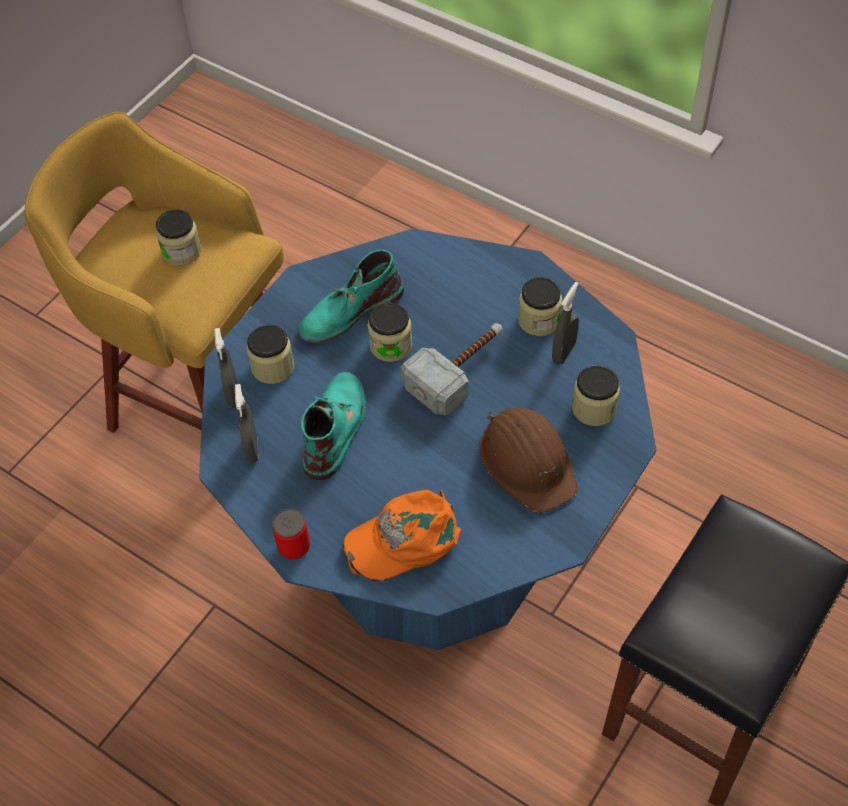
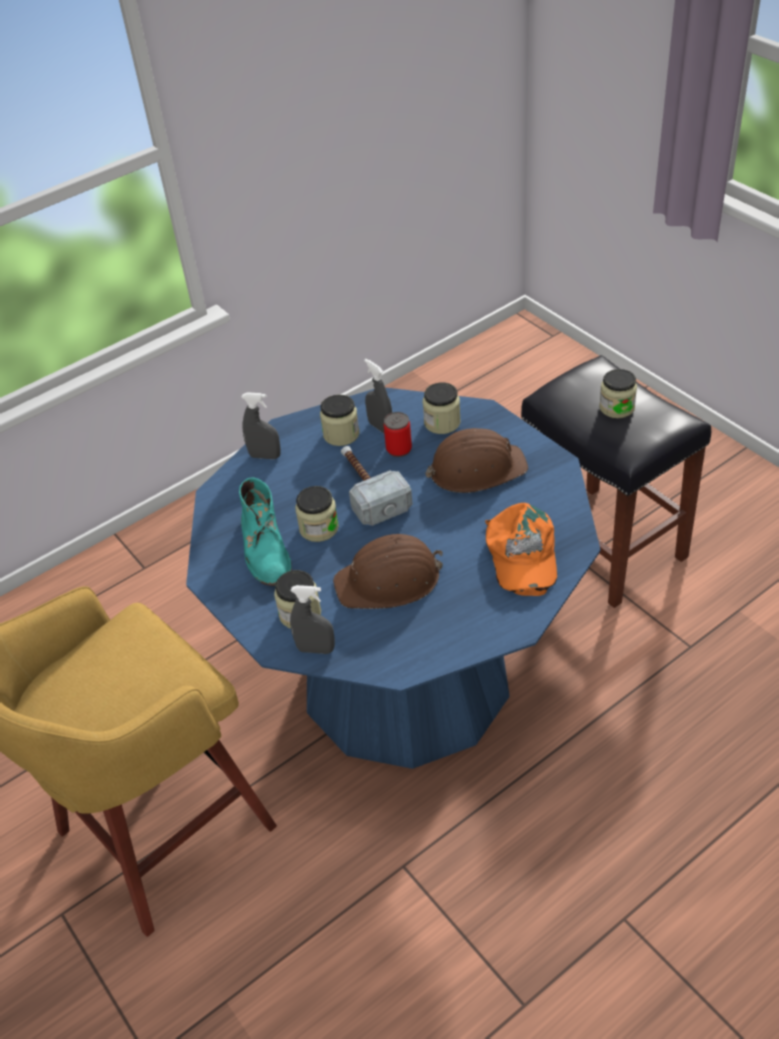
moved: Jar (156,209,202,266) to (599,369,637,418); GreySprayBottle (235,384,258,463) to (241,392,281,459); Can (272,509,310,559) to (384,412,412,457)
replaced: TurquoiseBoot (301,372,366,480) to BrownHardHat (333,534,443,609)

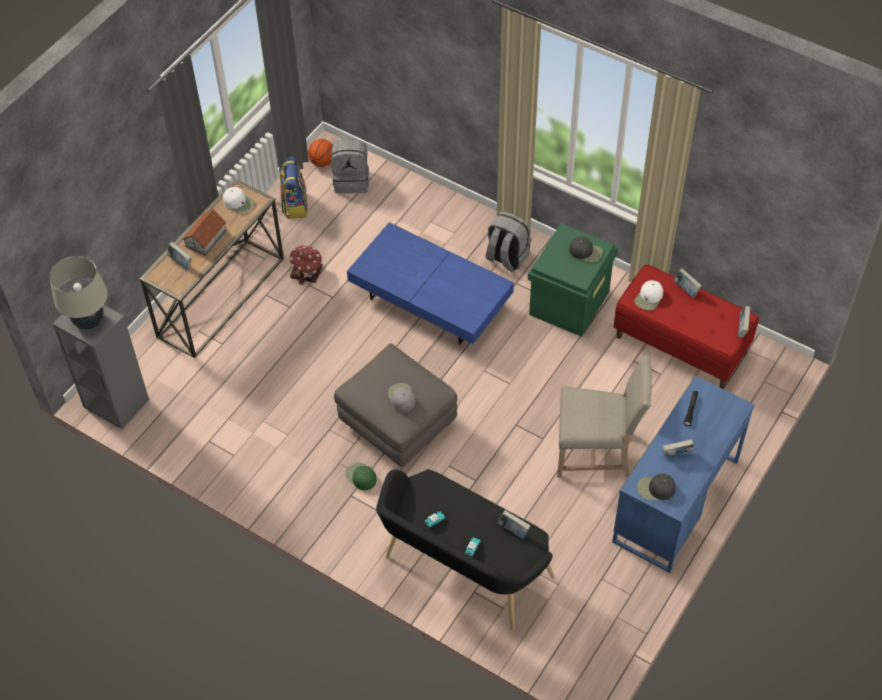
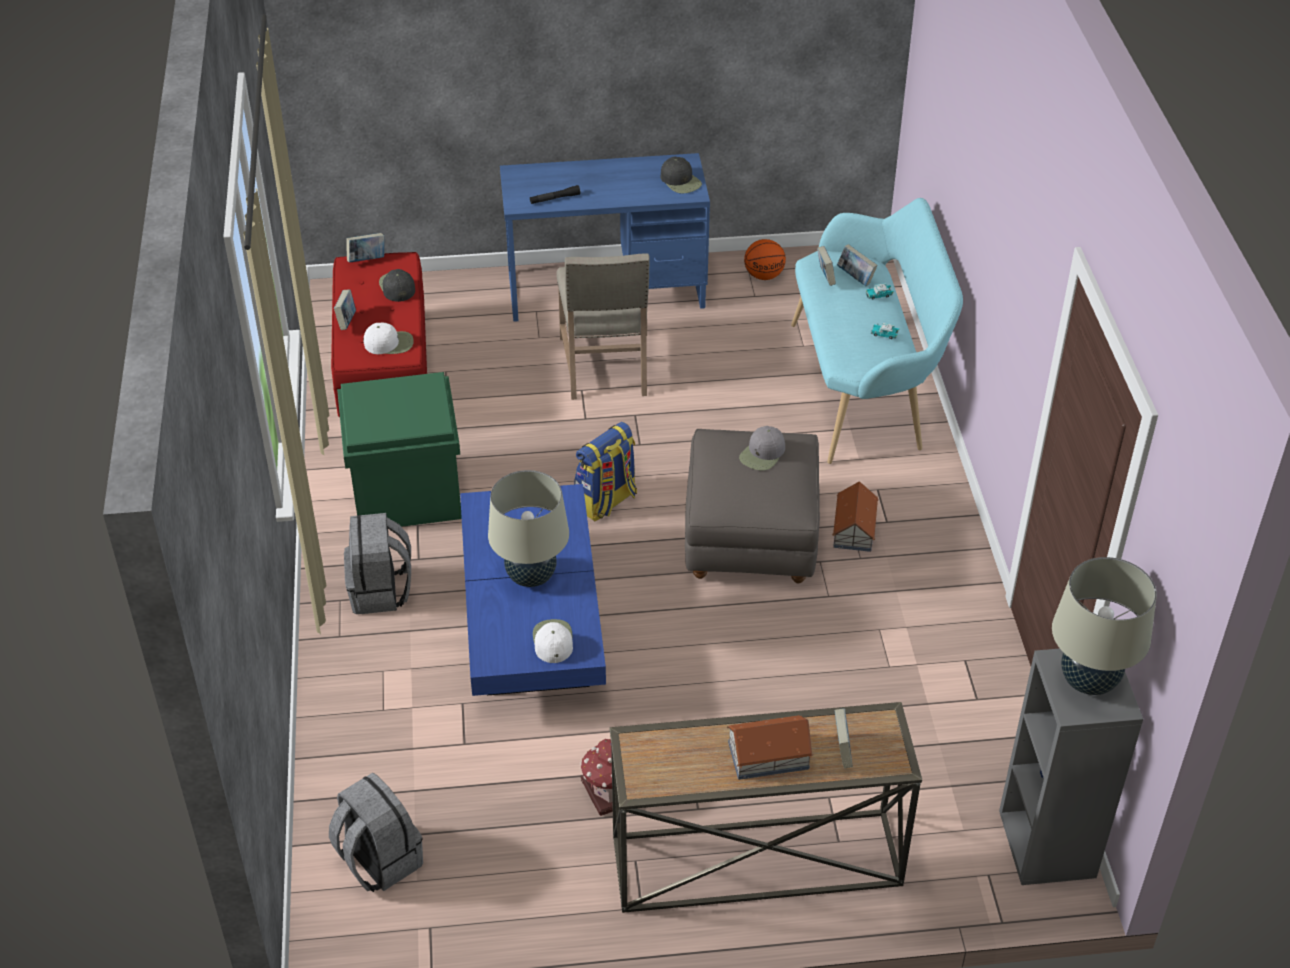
added: BeigeTableLamp (488,470,569,587)
moved: Basketball (308,139,333,167) to (744,239,786,280); Backpack (280,157,308,219) to (574,422,637,522); WhiteCap (223,187,254,214) to (533,619,573,663); BlackCap (570,237,603,263) to (379,269,415,302); Book (663,439,694,457) to (837,244,878,286)
replaced: GreenCap (345,462,376,490) to ToyHouse (832,481,879,552)
recoloured: BlackBench (376,469,555,630) to TurquoiseBench (791,198,963,464)
turned: BeigeChair (557,355,652,478) = (556,253,650,400) 150 degrees counterclockwise

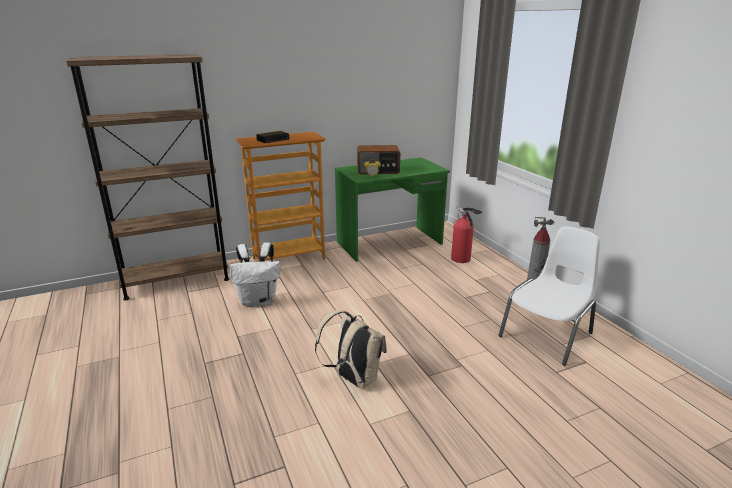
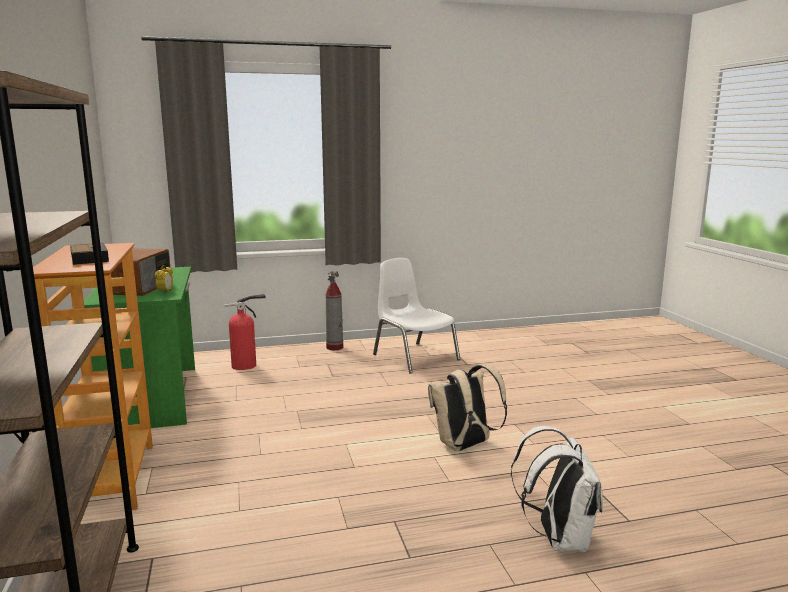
moved: WhiteBackpack (229,242,280,307) to (511,426,603,552)

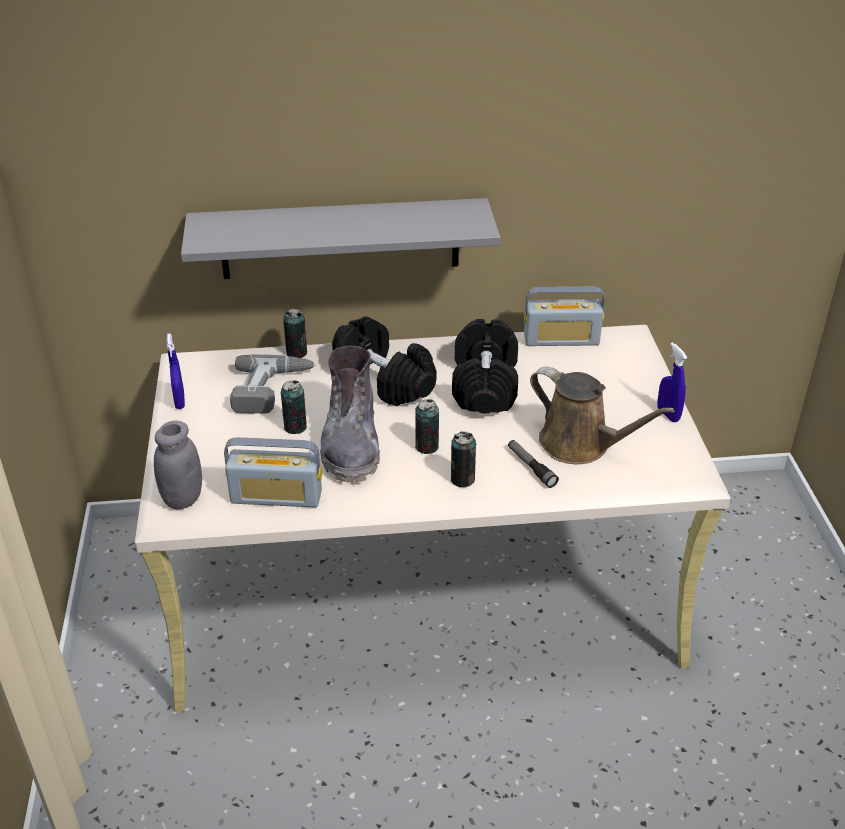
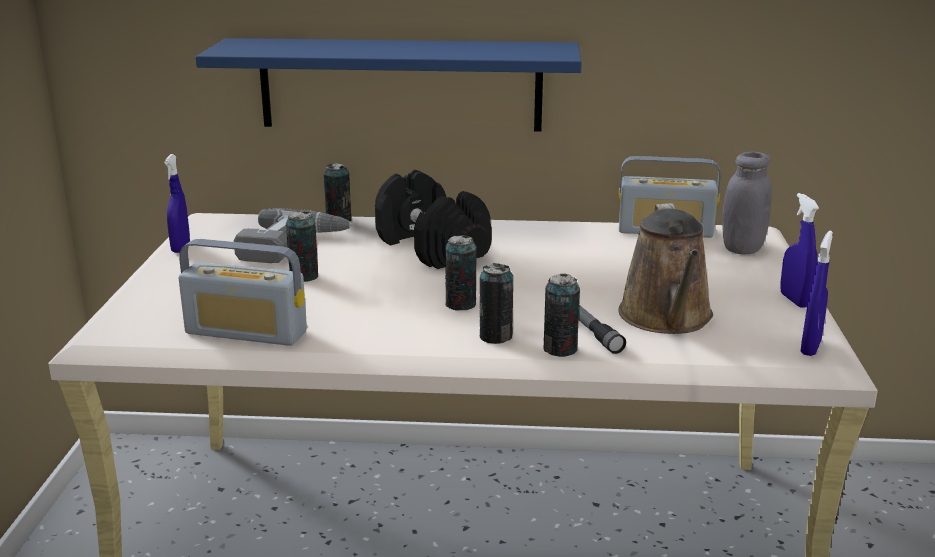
removed: BlackDumbbell (452,319,518,414); GreyBoot (320,346,380,483)
added: BlueSprayBottle (800,230,833,356); Can (543,274,580,357)
moved: GreyJar (154,421,202,509) to (722,152,772,254)
recoloured: GreyShelf (181,198,501,279) to BlueShelf (196,38,582,132)
turned: BrownWateringCan (530,367,675,464) = (618,203,713,334) 45 degrees clockwise

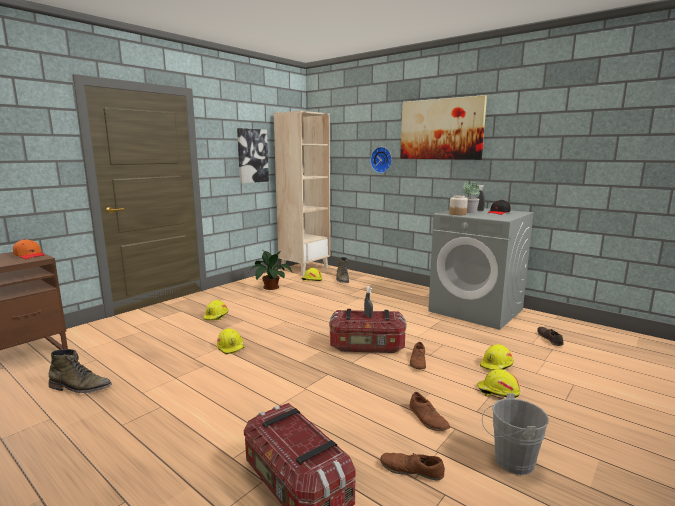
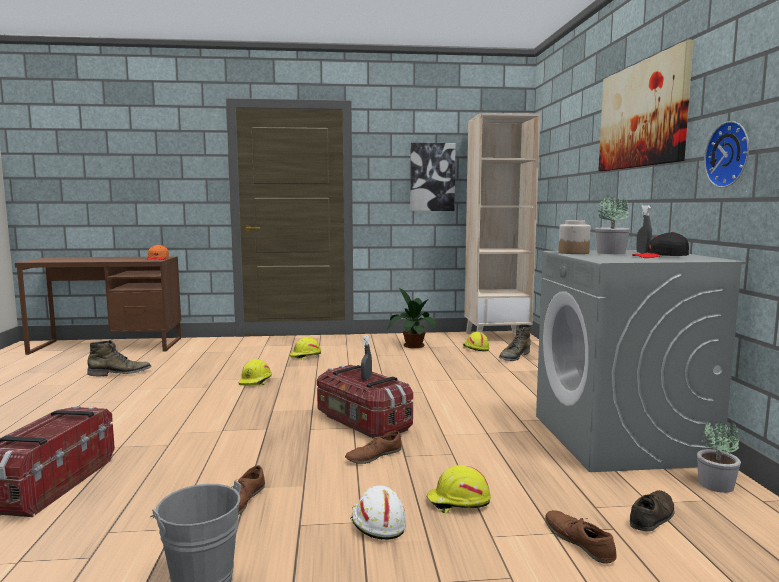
added: PottedPlant (697,421,741,493)
moved: WallClock (370,147,392,173) to (704,121,749,188); BrownShoe (380,453,445,480) to (545,510,617,564)
recoloured: YellowHardHat (477,369,520,398) to WhiteHardHat (350,486,406,540)
turned: GreenBoot (49,349,112,393) = (87,340,152,376) 75 degrees counterclockwise

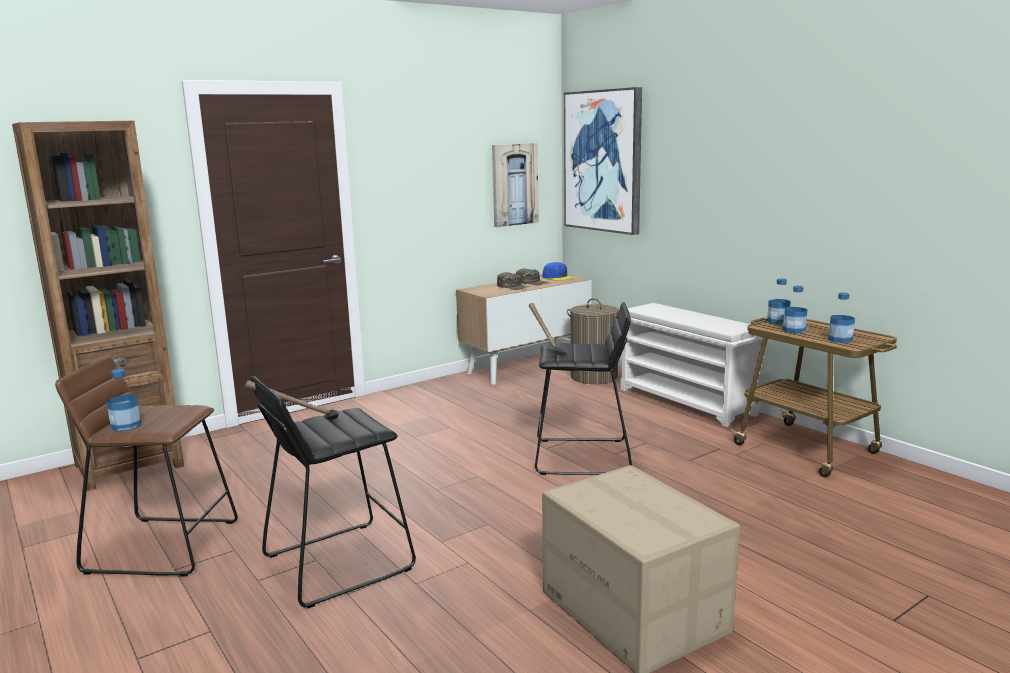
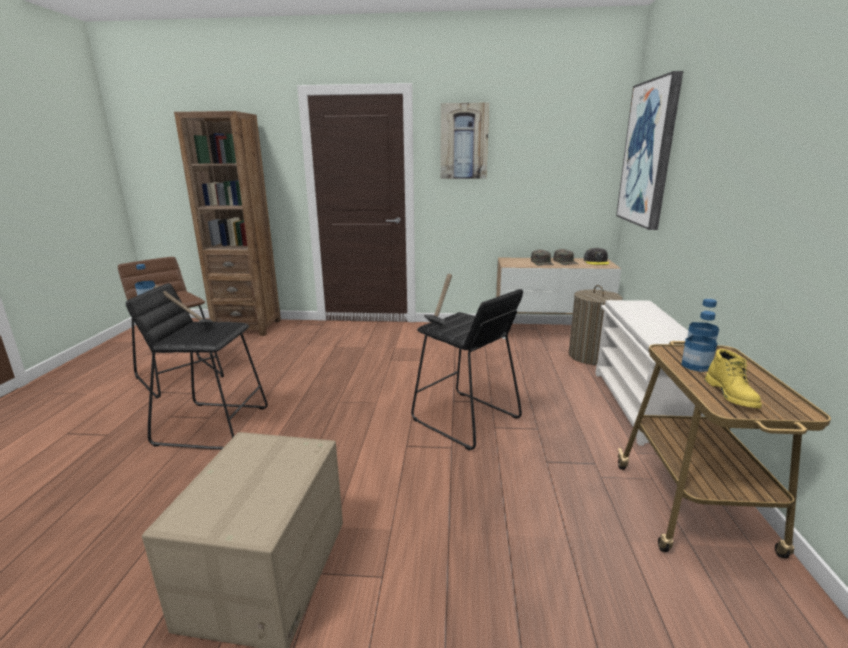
moved: Picture (492,143,539,227) to (440,102,489,179)
replaced: Bottle (828,292,855,343) to YellowBoot (705,349,762,408)
recoloured: BlueCap (542,262,573,280) to GreyCap (584,248,610,265)

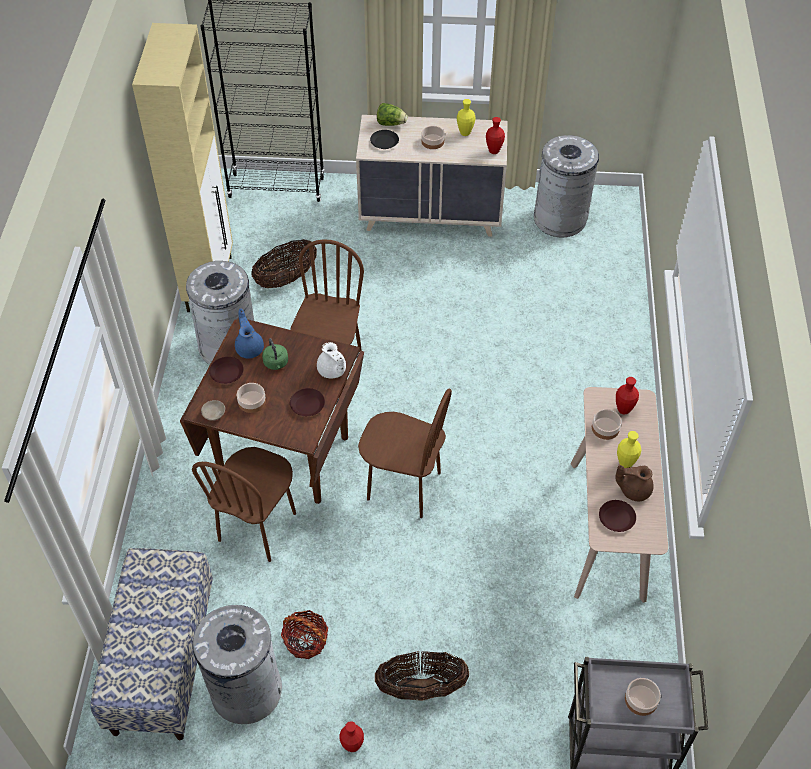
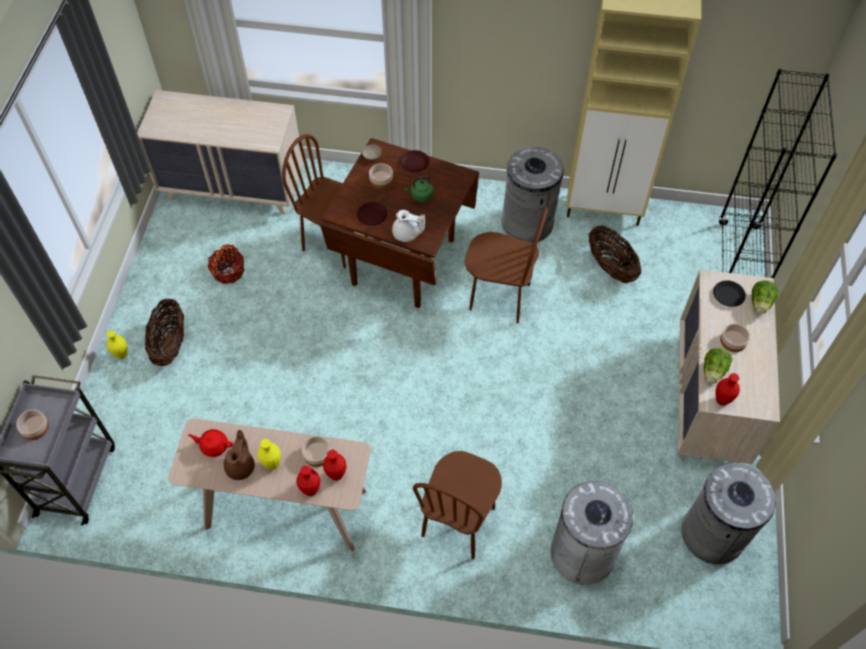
removed: BlueTeapot (235,309,264,359)
added: Lettuce (704,348,732,384)
moved: YellowVase (457,99,476,136) to (107,330,127,359); BrownChair (358,388,452,518) to (413,451,502,559); GreyTrashCan (193,603,282,724) to (551,481,636,585); RedVase (339,721,364,752) to (296,465,320,496)
replaced: BrownPlate (599,500,636,532) to RedTeapot (188,429,233,457); Bench (90,548,213,740) to BeigeDresser (137,90,303,214)
turned: WhiteTeapot (317,342,346,378) = (392,210,425,242) 135 degrees counterclockwise

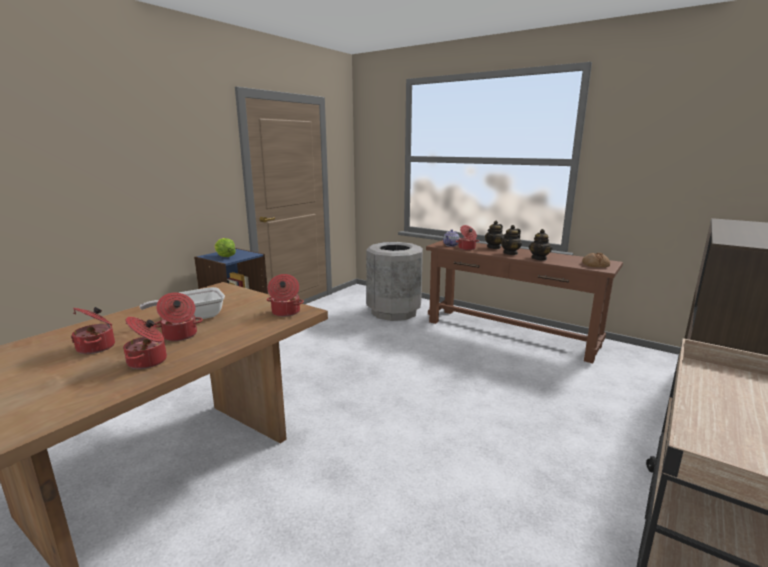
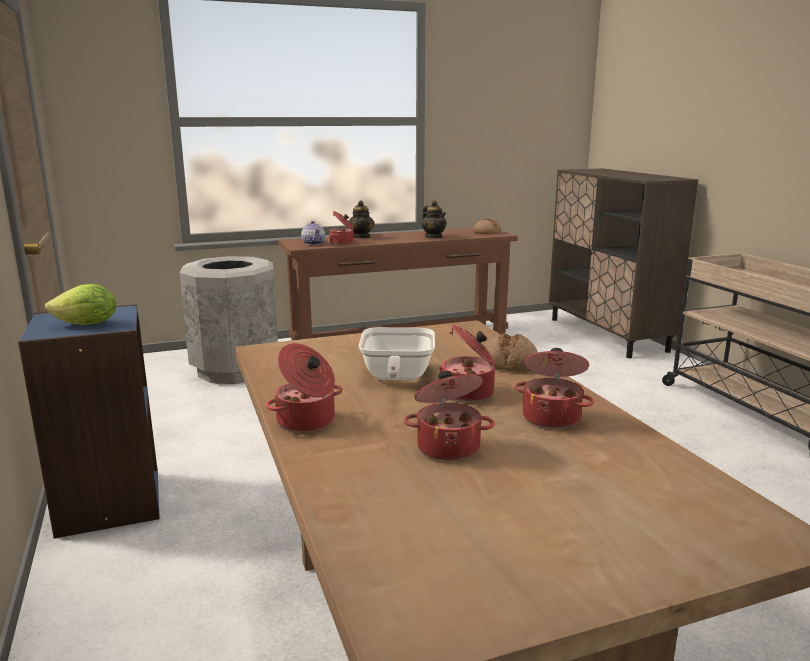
removed: Teapot (501,225,522,255)
added: Bread (485,333,538,372)
moved: CookingPot (267,274,304,317) to (266,343,343,432)

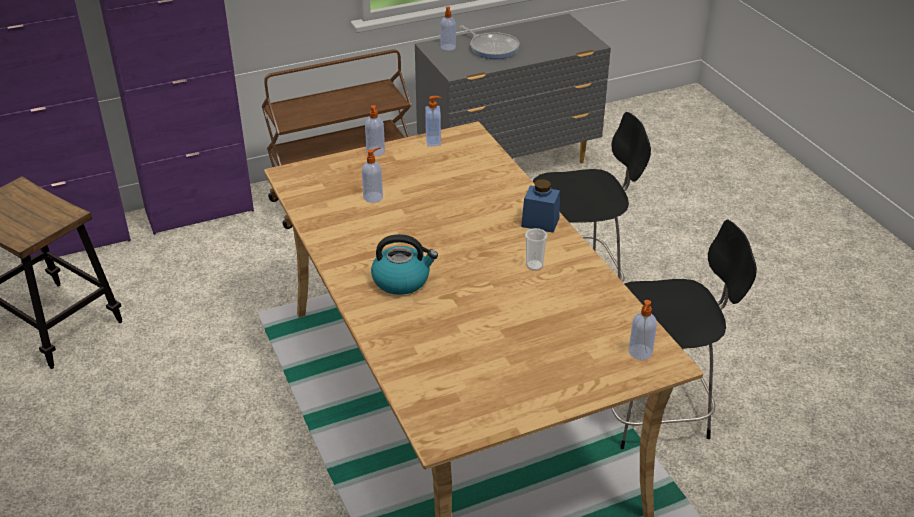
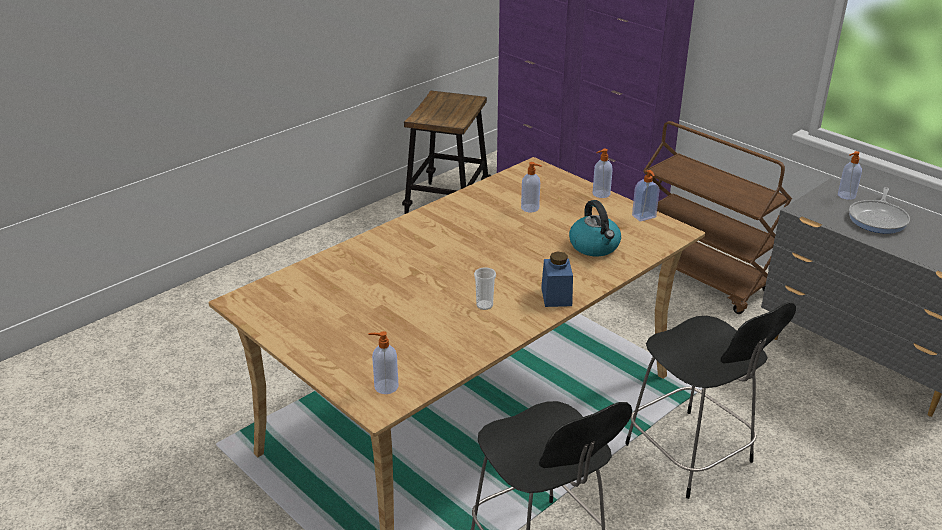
moved: Kettle (371,234,438,295) to (569,200,621,256)

